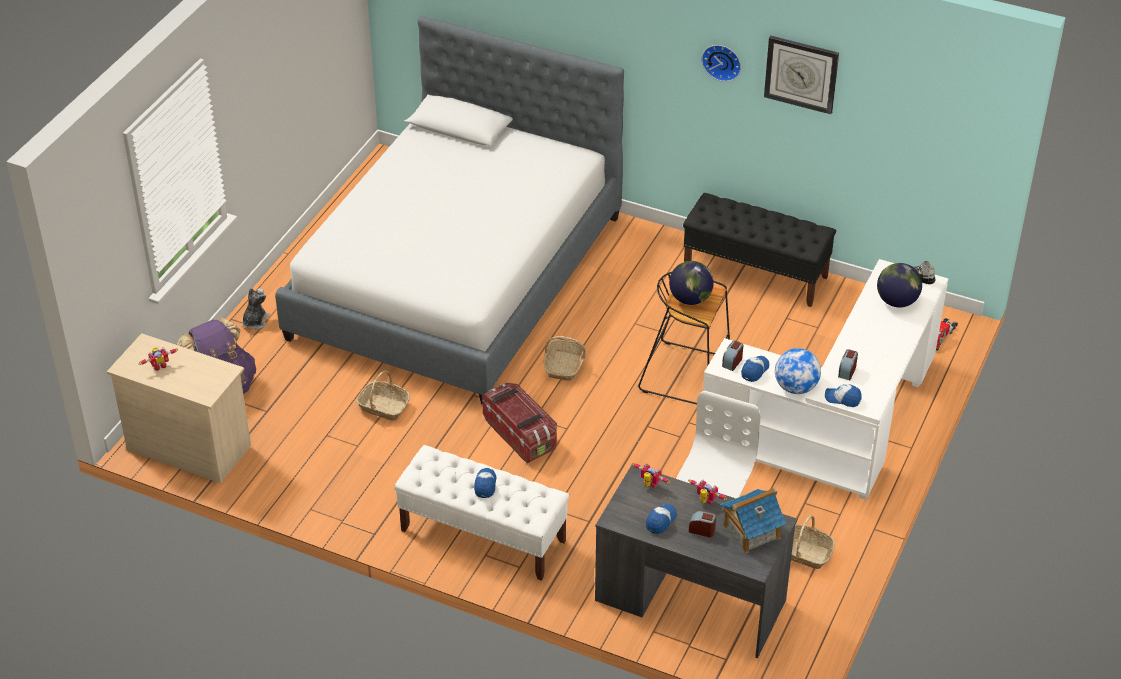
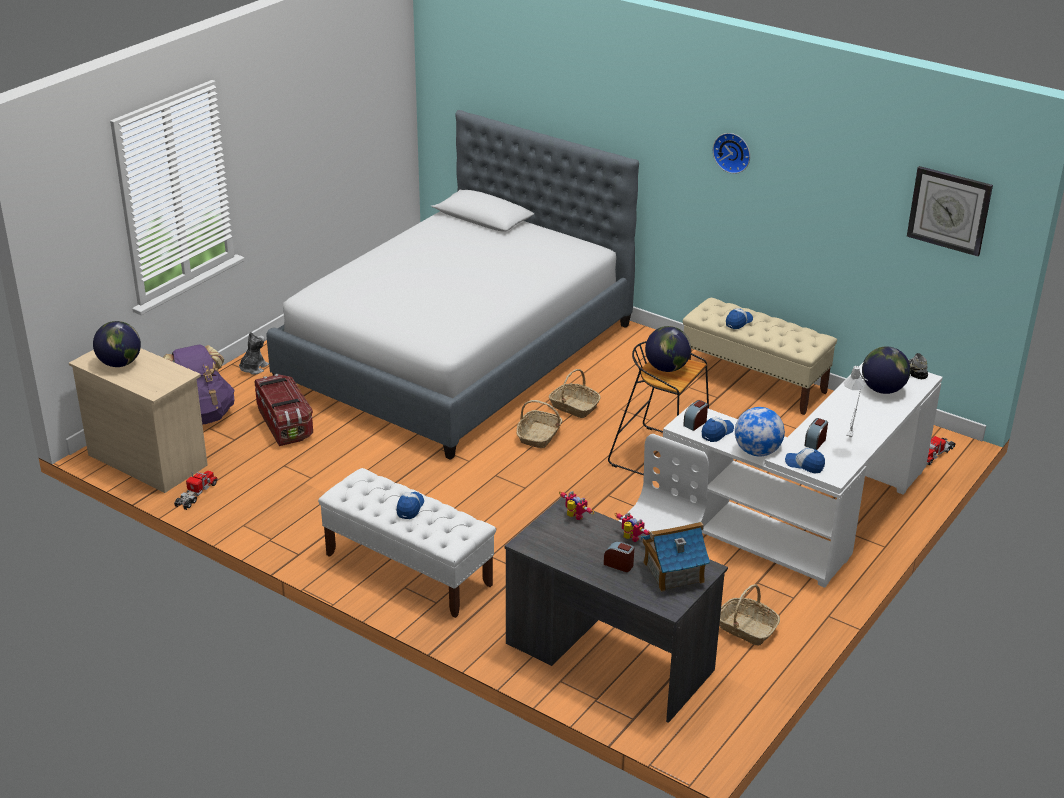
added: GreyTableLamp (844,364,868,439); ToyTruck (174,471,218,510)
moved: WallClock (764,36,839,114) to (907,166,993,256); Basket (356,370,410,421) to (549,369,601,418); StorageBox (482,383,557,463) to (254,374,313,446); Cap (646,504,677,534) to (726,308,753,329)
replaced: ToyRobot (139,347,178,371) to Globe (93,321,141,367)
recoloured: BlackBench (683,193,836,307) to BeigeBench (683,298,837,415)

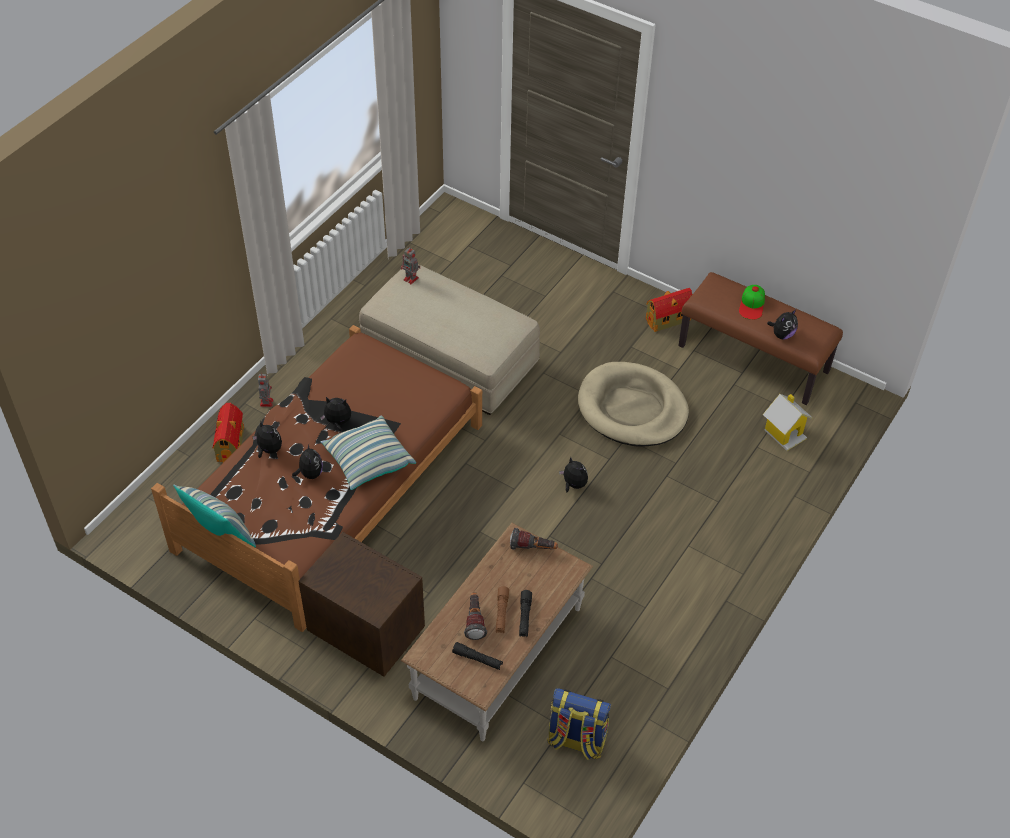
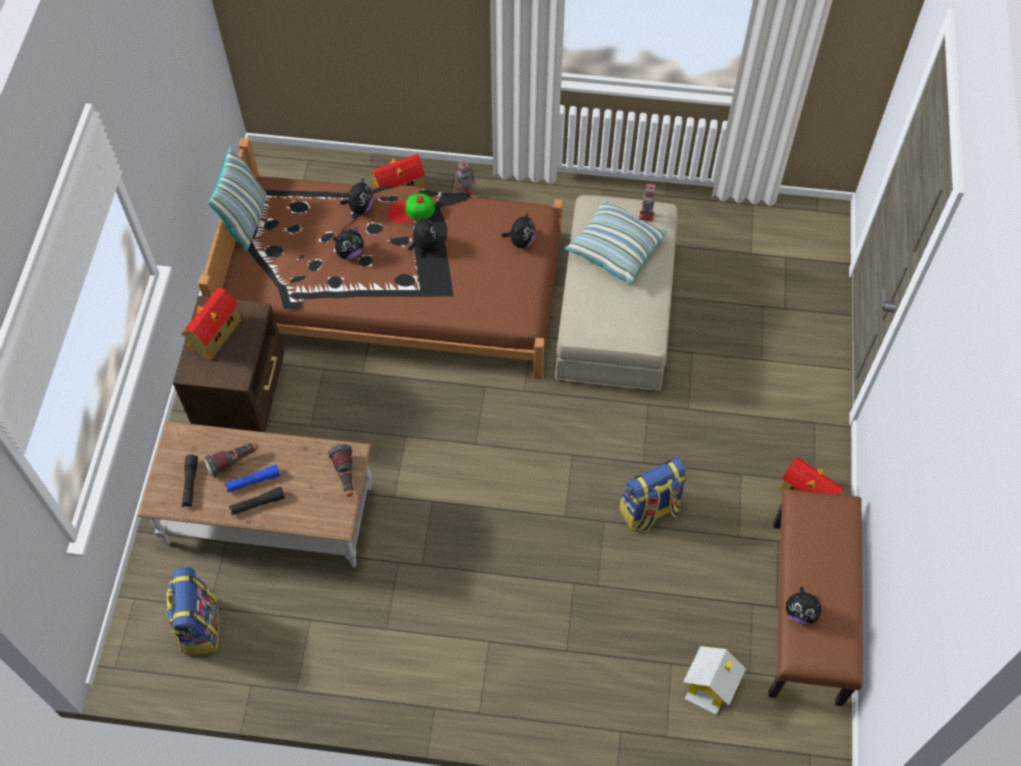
added: ToyHouse (182,288,241,360)
moved: Cap (739,285,765,320) to (388,194,435,224); Pillow (320,415,416,490) to (565,199,667,286); PlushToy (559,457,588,492) to (501,212,536,248)
replaced: BeigeDogBed (578,362,689,447) to Backpack (619,458,687,532)
recoloured: BrownFlashlight (496,586,509,633) to BlueFlashlight (225,465,280,493)

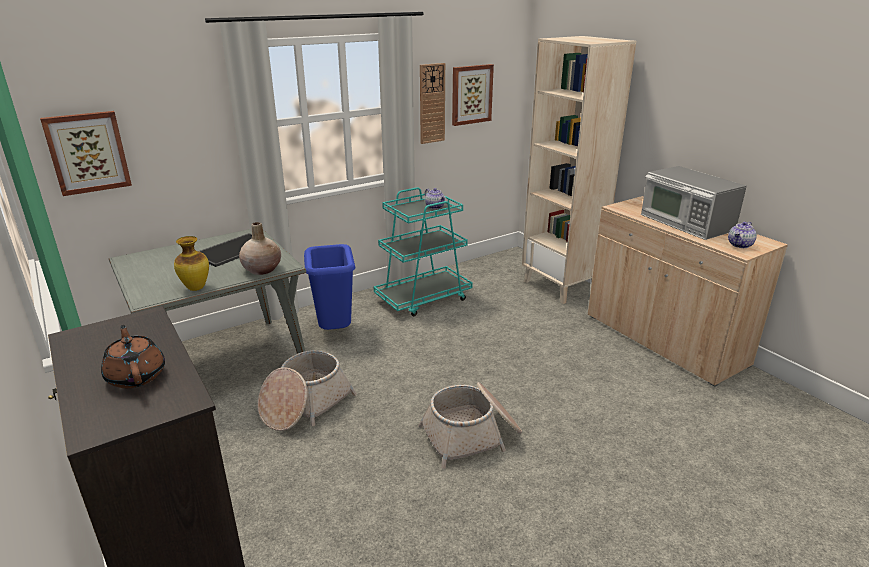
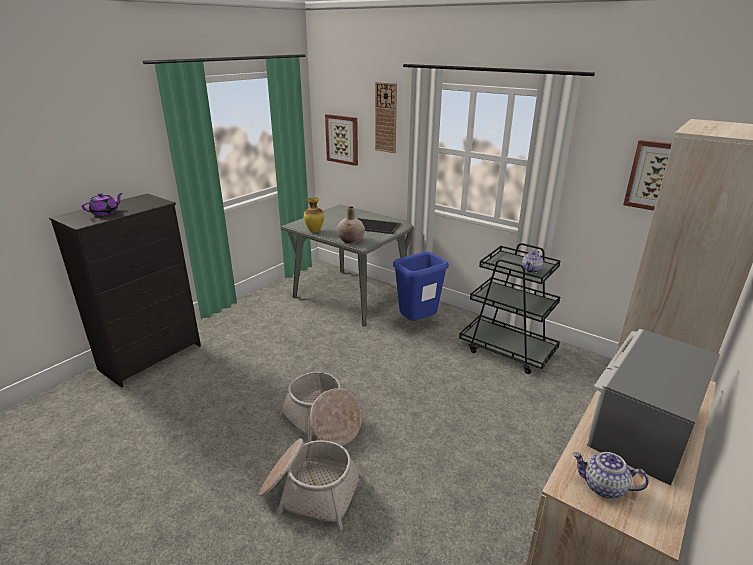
moved: WallClock (420,63,445,144) to (375,82,397,153); Basket (258,350,357,431) to (259,438,363,531)
recoloured: TurquoiseCart (374,187,473,316) to BlackCart (459,243,561,374); BrownTeapot (101,325,165,388) to PurpleTeapot (82,193,123,216)

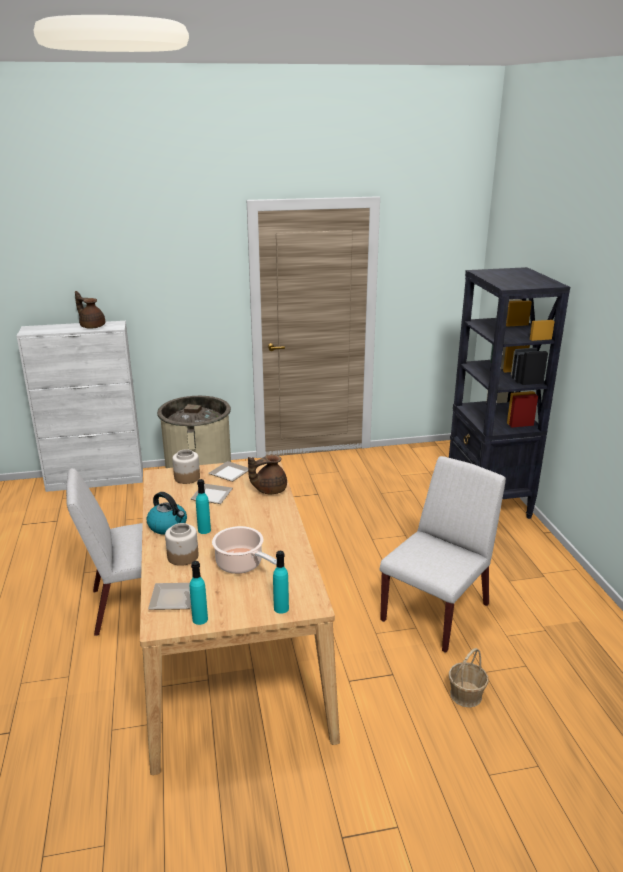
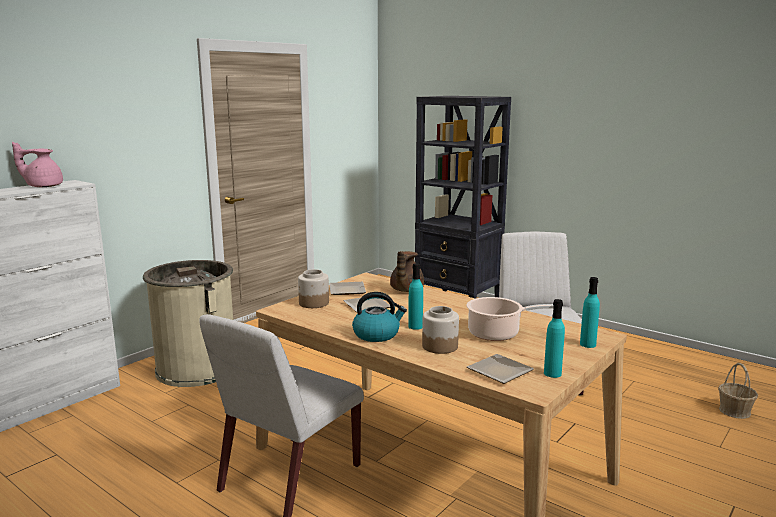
moved: Basket (449,648,489,708) to (718,363,758,419)
recoloured: BrownTeapot (75,291,105,329) to PinkTeapot (12,142,63,187)

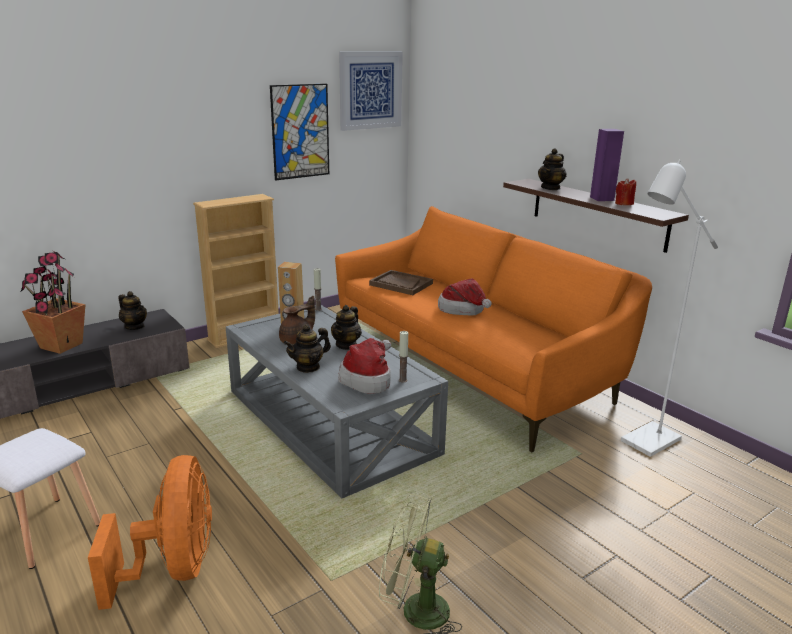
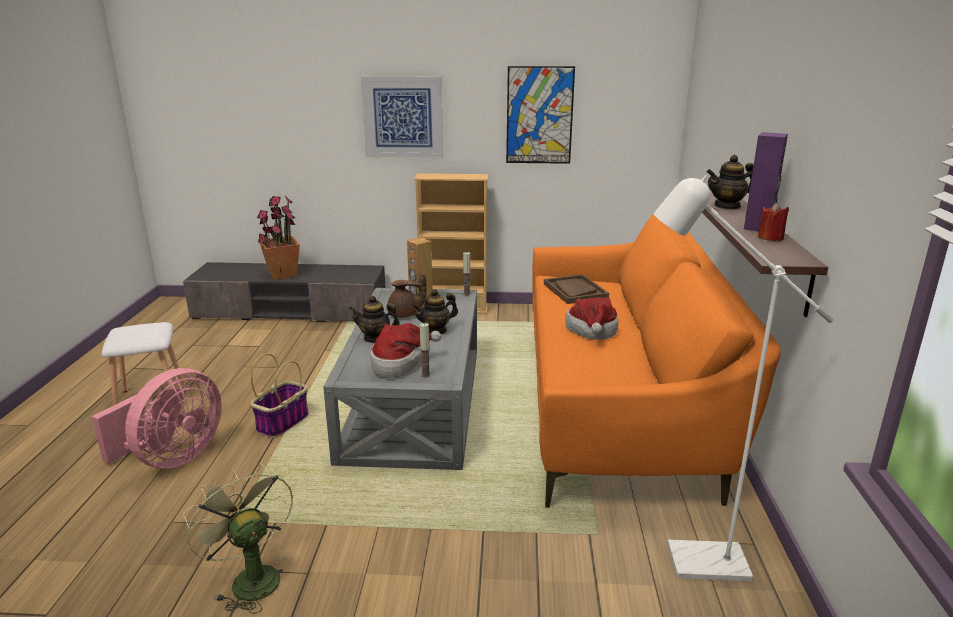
removed: Teapot (118,291,147,330)
added: Basket (251,353,309,438)
moved: Picture (339,52,403,131) to (361,76,443,158)
recoloured: OrangeFan (88,455,212,610) to PinkFan (92,368,222,469)

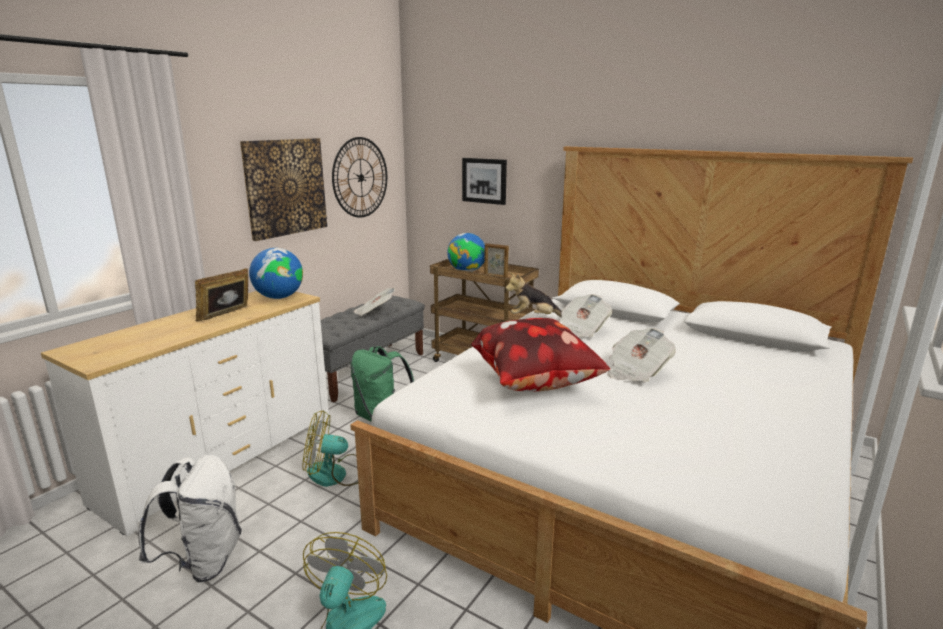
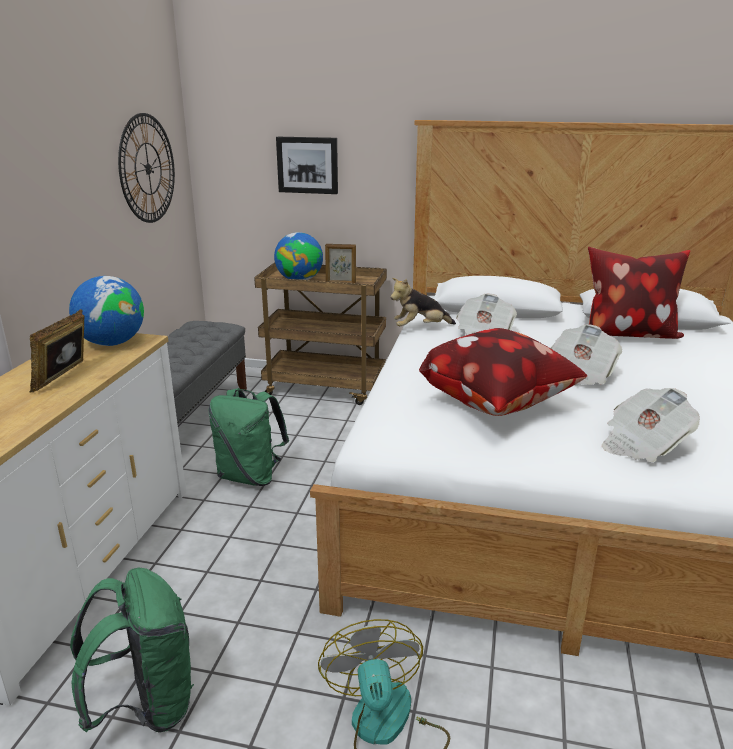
removed: Picture (240,138,327,241); Fan (302,410,358,487)
added: Pillow (588,247,690,339)
moved: Newspaper (354,288,396,316) to (602,388,700,462)
recoloured: WhiteBackpack (139,455,242,583) to GreenBackpack (70,568,194,733)

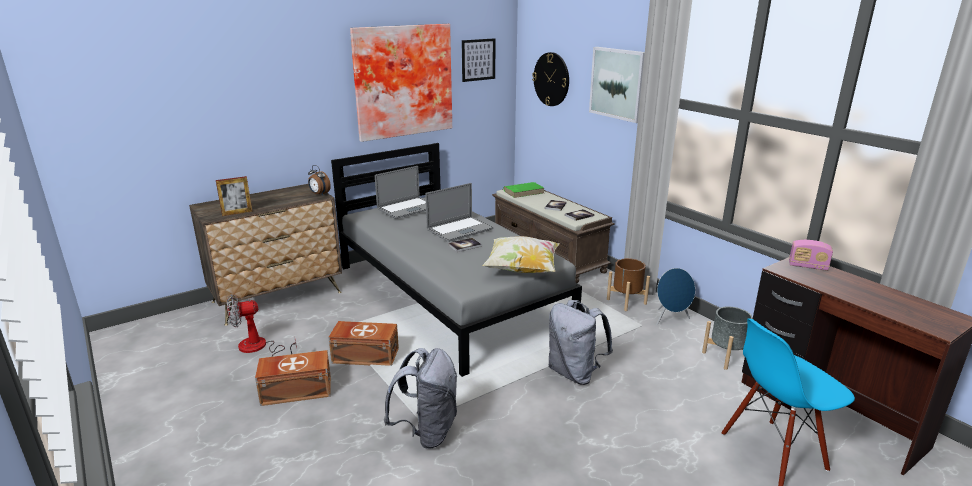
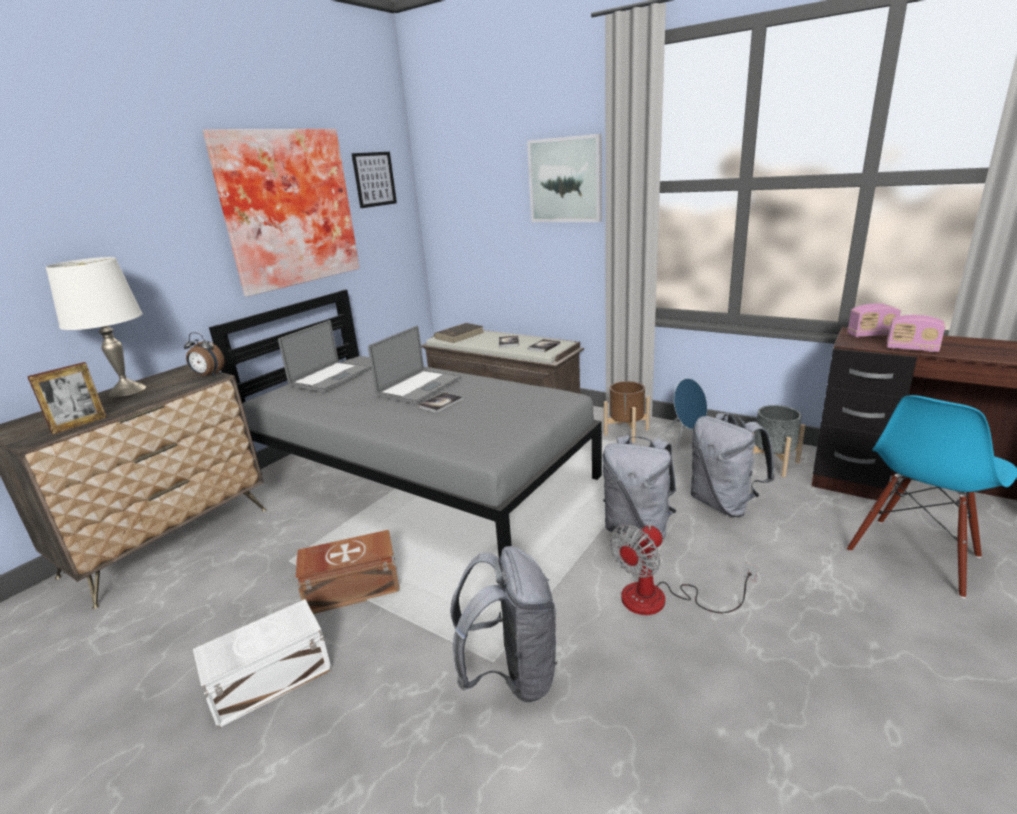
removed: WallClock (532,52,569,106); Pillow (482,236,560,273)
added: WhiteTableLamp (46,257,146,397); Radio (887,315,945,352); GreyBackpack (691,413,775,517)
moved: Fan (227,294,297,357) to (610,524,757,615)
recoloured: GreenBook (503,182,544,198) to BrownBook (434,323,484,343); BrownStorageBox (255,350,331,406) to WhiteStorageBox (193,599,332,729)

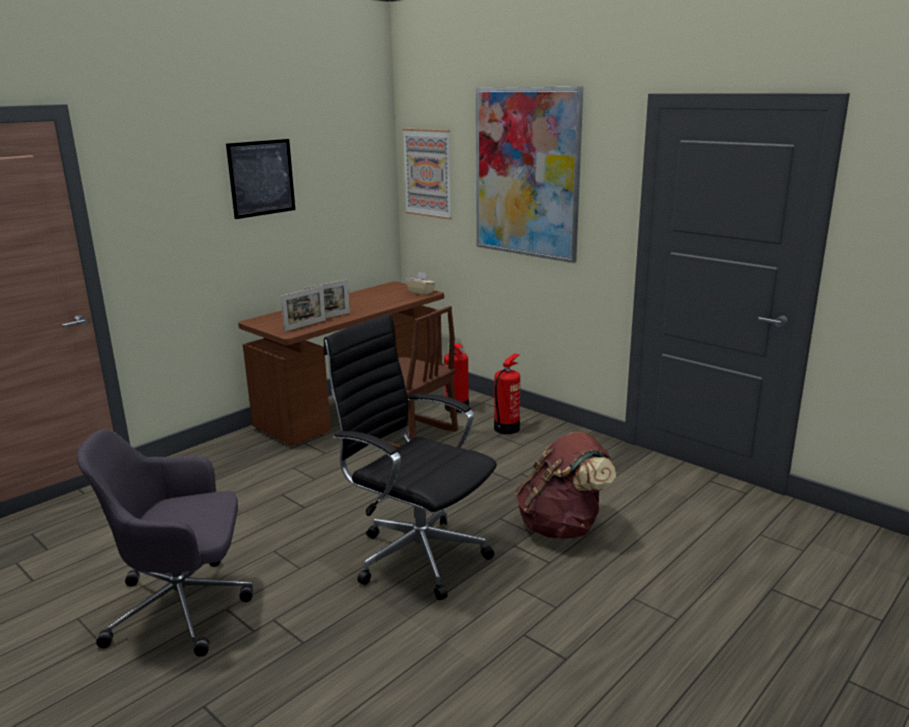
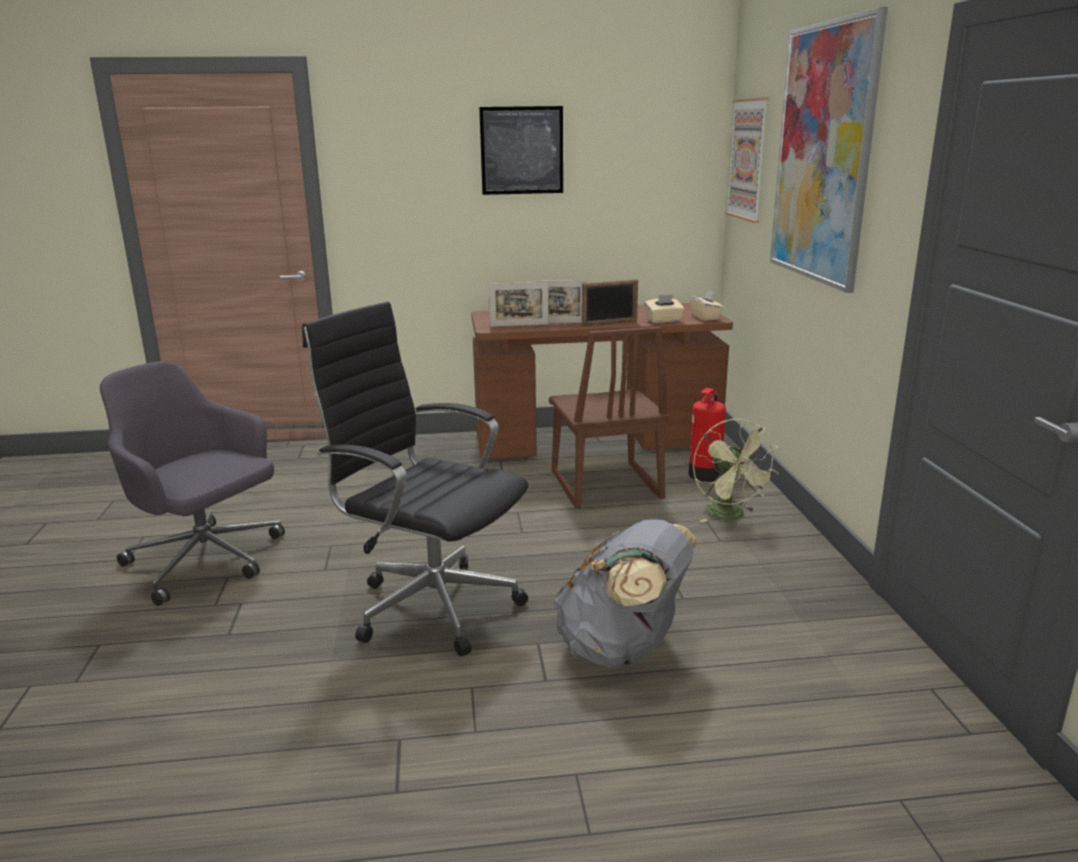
added: PictureFrame (582,279,638,326); BeigeTissueBox (644,294,684,323)
replaced: FireExtinguisher (494,353,520,434) to GreenFan (693,419,779,523)
recoloured: BrownBackpack (515,432,616,539) to GreyBackpack (553,519,697,668)
turned: BlackOfficeChair (324,314,497,600) = (302,301,528,656) 45 degrees counterclockwise

